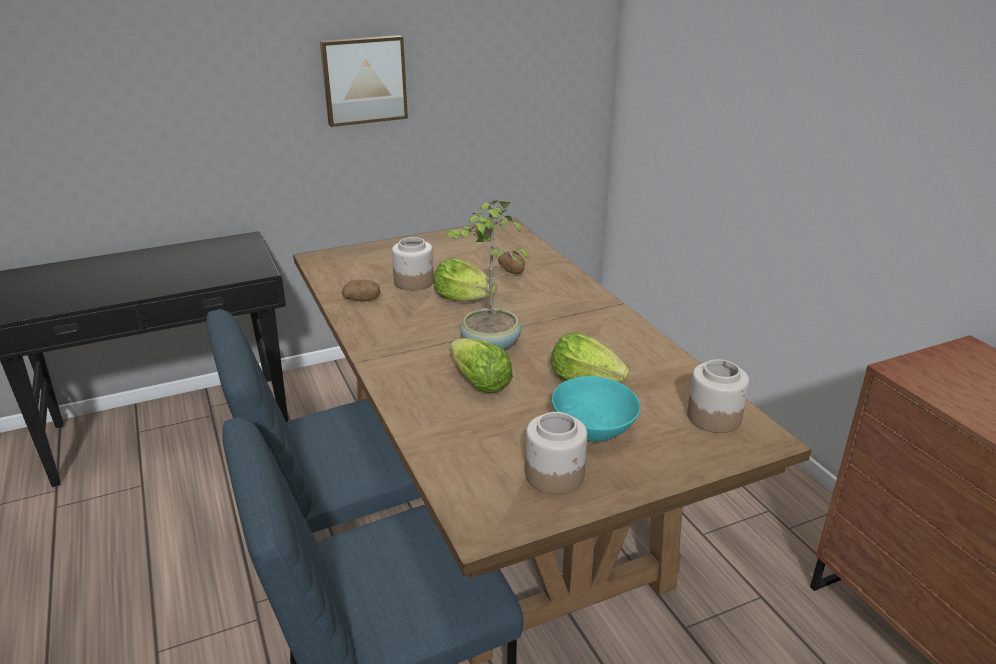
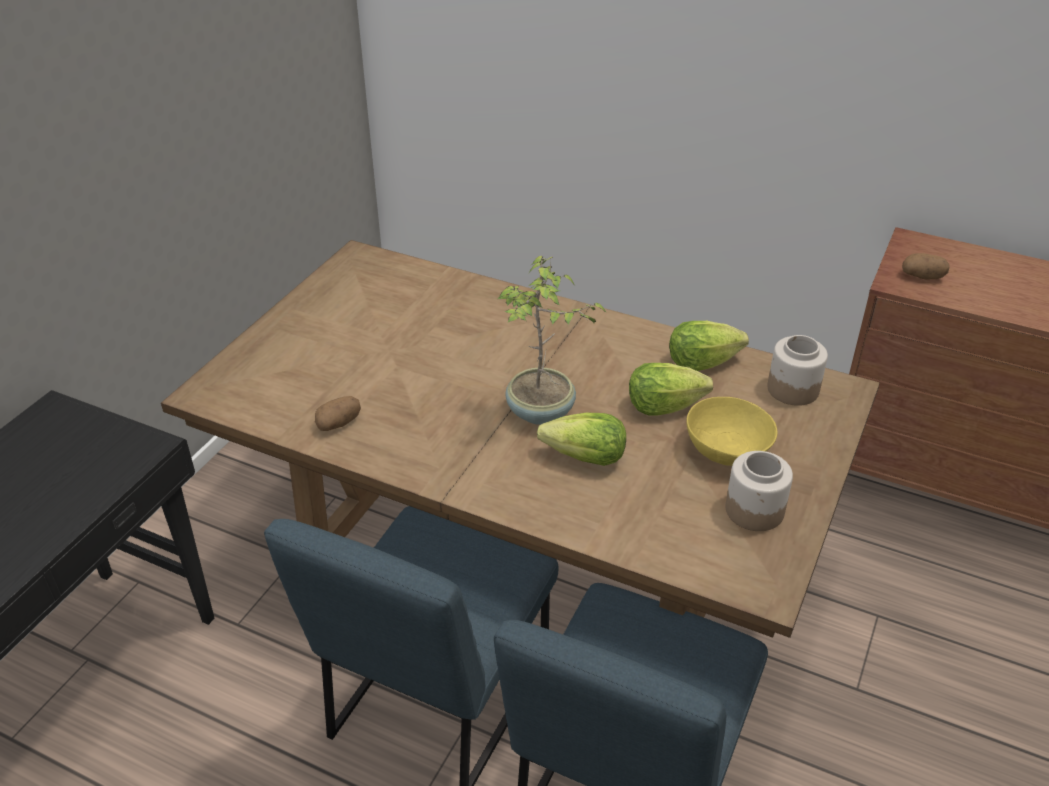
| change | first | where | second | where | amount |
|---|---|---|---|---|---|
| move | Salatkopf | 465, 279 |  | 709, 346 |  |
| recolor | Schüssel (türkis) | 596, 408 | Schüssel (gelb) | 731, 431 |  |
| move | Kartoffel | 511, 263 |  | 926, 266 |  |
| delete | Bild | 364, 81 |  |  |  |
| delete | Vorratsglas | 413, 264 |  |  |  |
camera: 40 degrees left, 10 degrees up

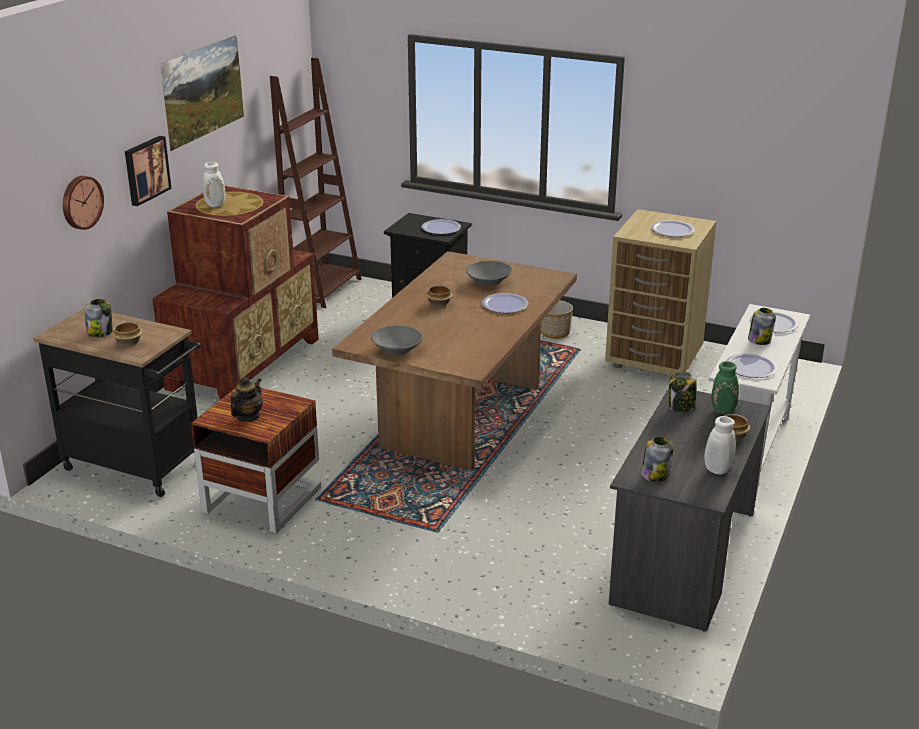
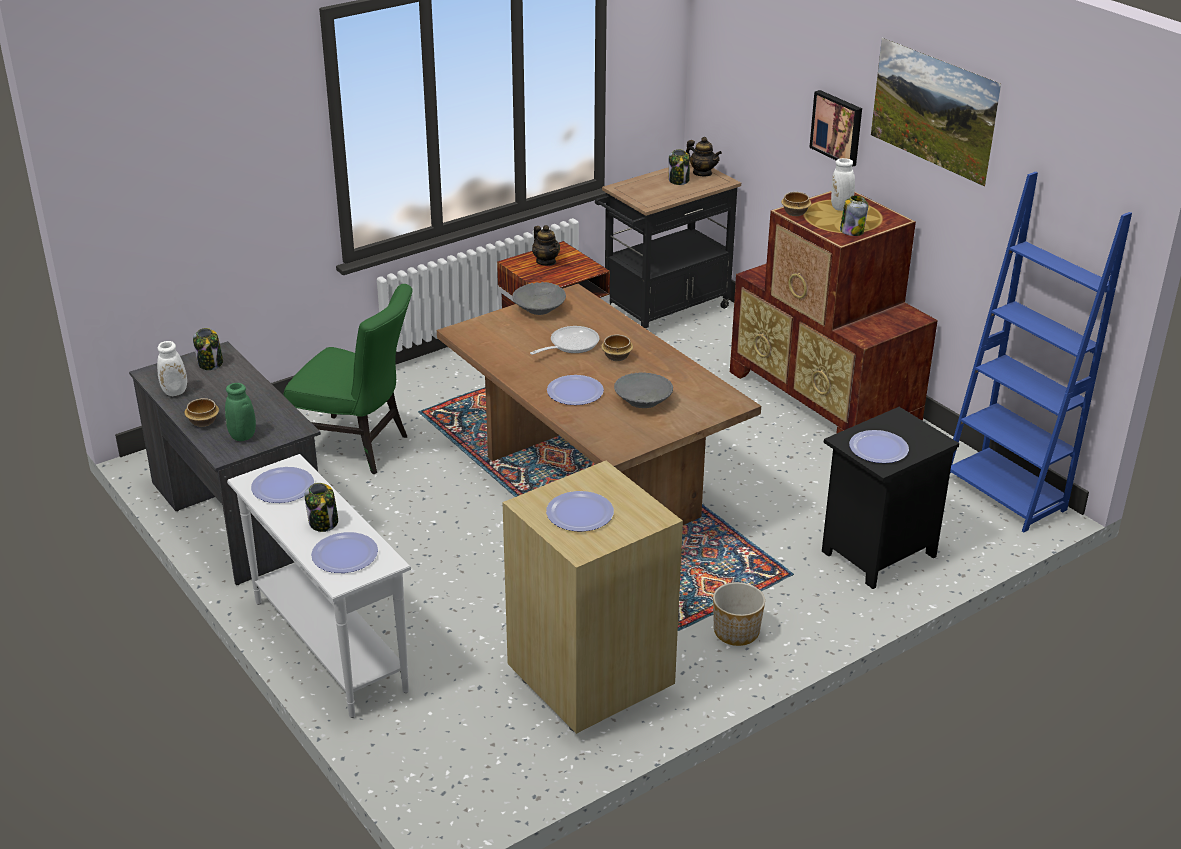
| change | first | where | second | where | amount |
|---|---|---|---|---|---|
| insert |  |  | Stuhl (grün) | 348, 379 |  |
| insert |  |  | Pfanne | 565, 340 |  |
| insert |  |  | Teekanne | 704, 156 |  |
| move | Schüssel | 127, 334 |  | 796, 204 |  |
| move | Vorratsglas | 683, 392 |  | 854, 215 |  |
| recolor | Bücherregal (braun) | 316, 183 | Bücherregal (blau) | 1041, 352 |  |
| delete | Wanduhr | 83, 203 |  |  |  |
camera: 120 degrees right, 5 degrees up

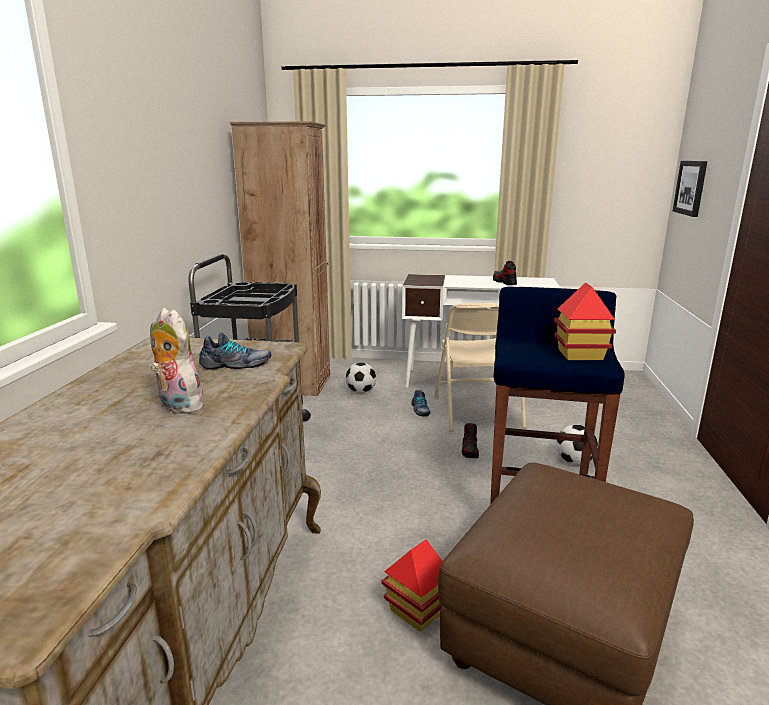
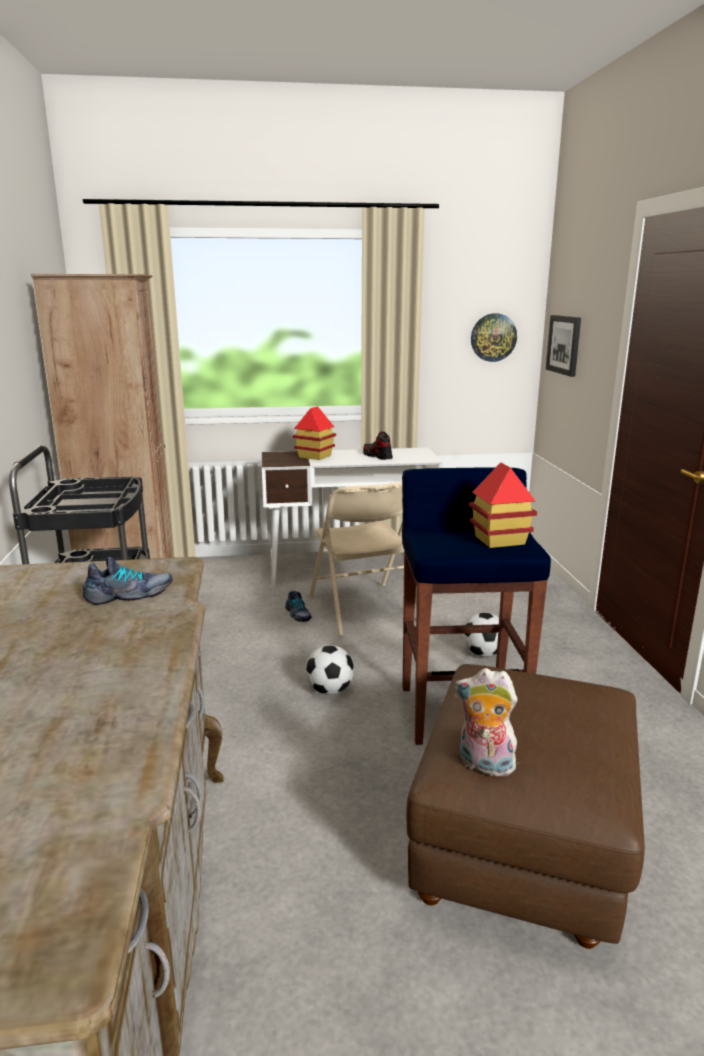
| change | first | where | second | where | amount |
|---|---|---|---|---|---|
| move | Spielzeughaus | 412, 585 |  | 314, 433 |  |
| move | Fußball | 361, 377 |  | 329, 670 |  |
| move | Plüschtier | 178, 361 |  | 486, 723 |  |
| insert |  |  | Wanduhr | 494, 337 |  |
| delete | Schuh | 470, 440 |  |  |  |
camera: 15 degrees left, 0 degrees up

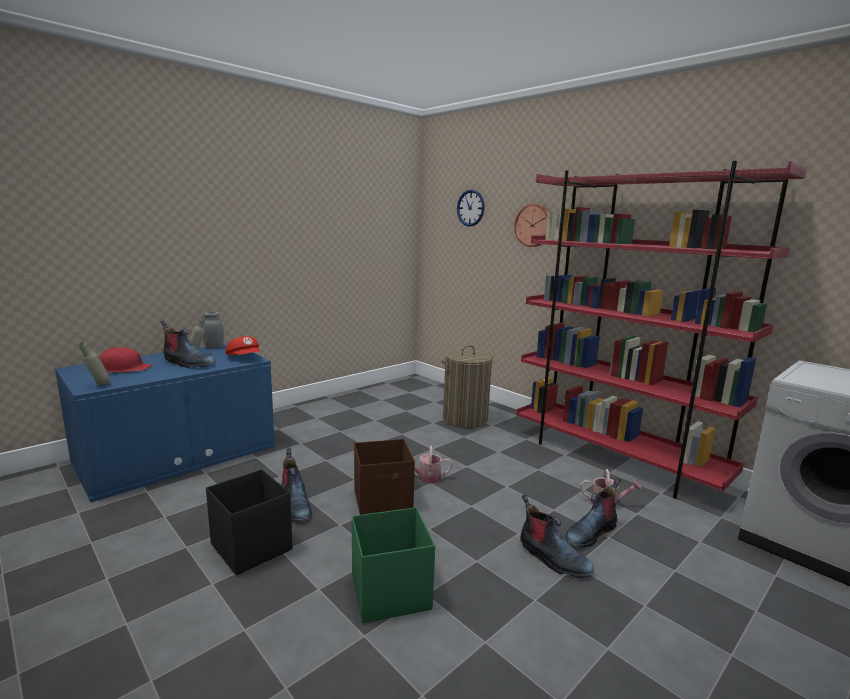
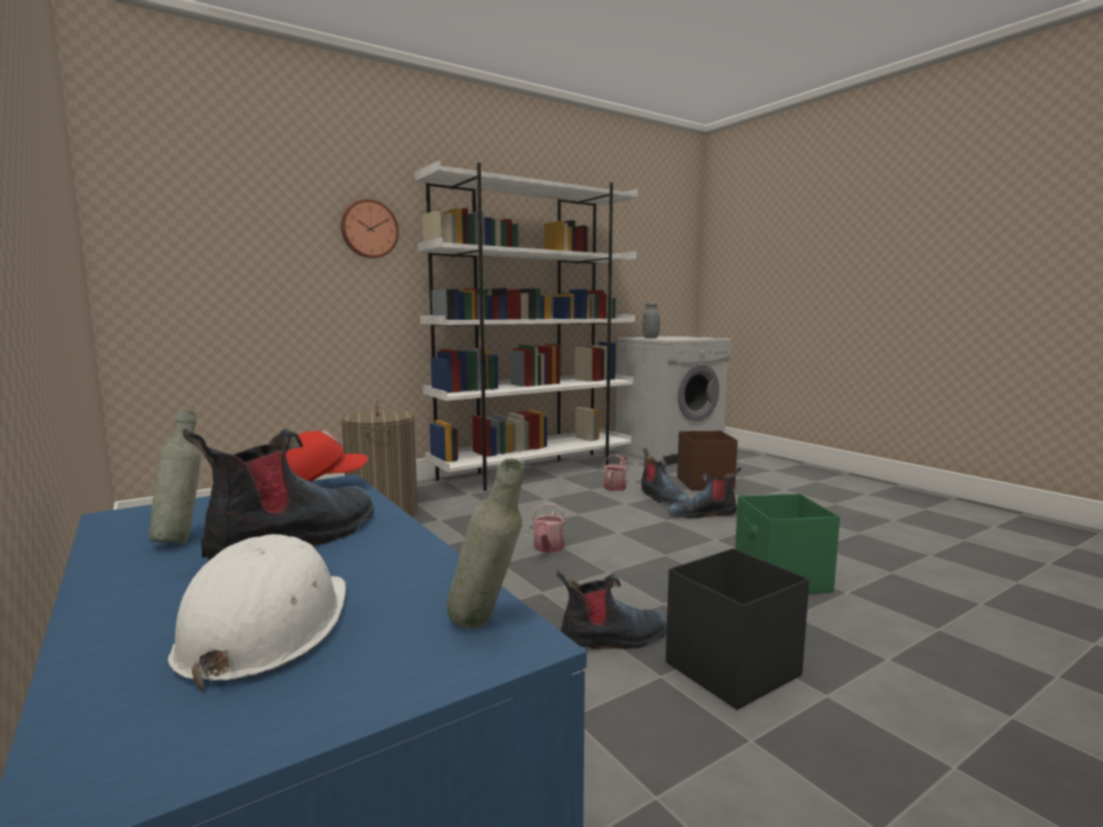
| change | first | where | second | where | amount |
|---|---|---|---|---|---|
| recolor | Schutzhelm (rot) | 125, 360 | Schutzhelm (weiß) | 256, 613 |  |
| recolor | Bücherregal (rot) | 662, 330 | Bücherregal (weiß) | 526, 325 |  |
| move | Vorratsglas (grau) | 213, 330 |  | 651, 320 |  |
| rotate | Stiefel | 557, 536 |  | 704, 492 | 150 degrees counterclockwise |
| move | Aufbewahrungsbox (braun) | 384, 477 |  | 707, 460 |  |
| delete | Wanduhr | 471, 208 |  |  |  |
camera: 80 degrees left, 5 degrees down

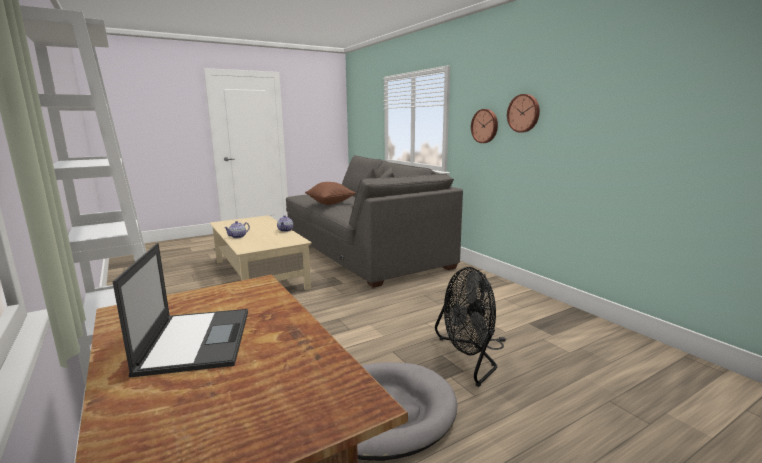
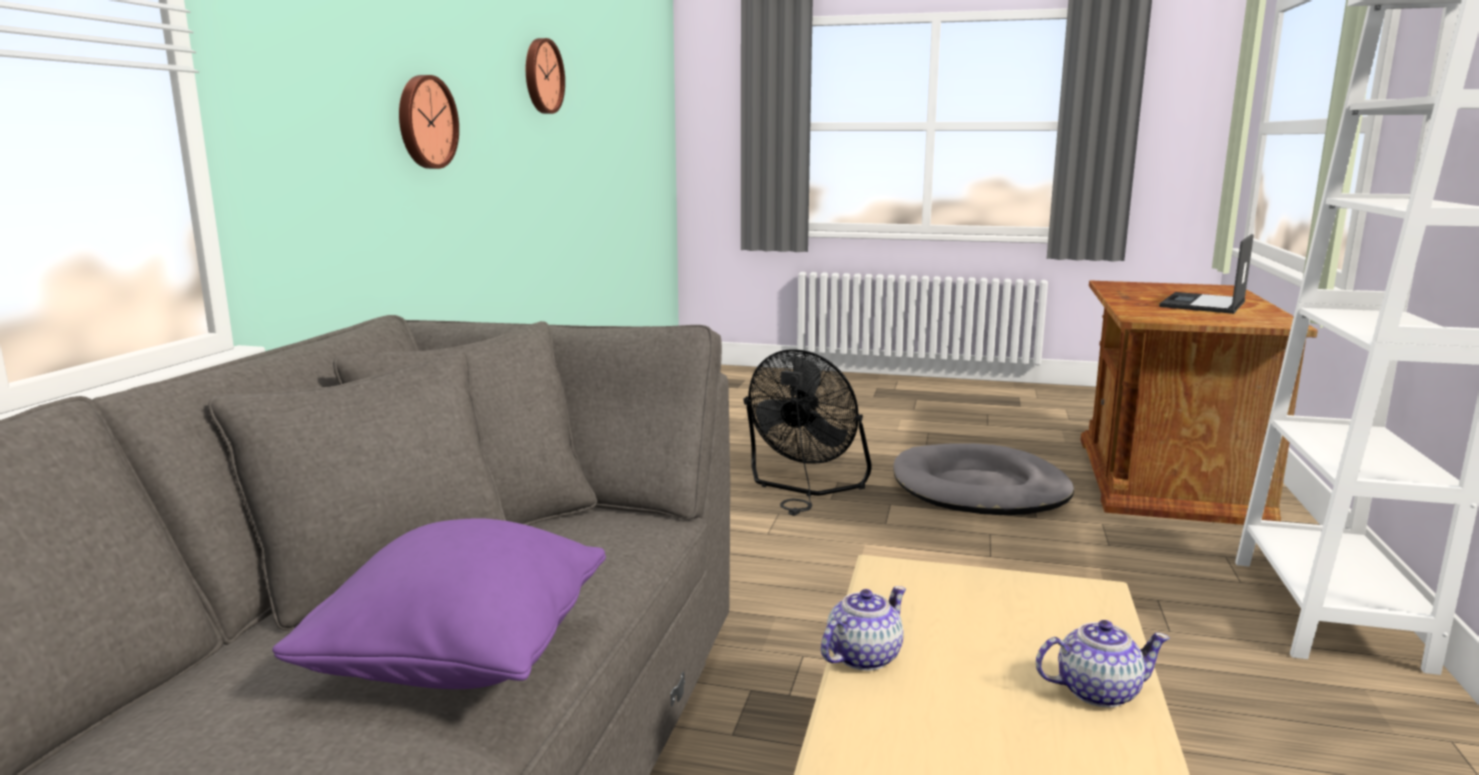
| change | first | where | second | where | amount |
|---|---|---|---|---|---|
| recolor | Kissen (braun) | 330, 193 | Kissen (lila) | 439, 603 |  |
| move | Wanduhr | 484, 126 |  | 545, 76 |  |
| rotate | Ventilator (schwarz) | 470, 327 |  | 807, 432 | 90 degrees counterclockwise |
camera: 135 degrees left, 0 degrees up

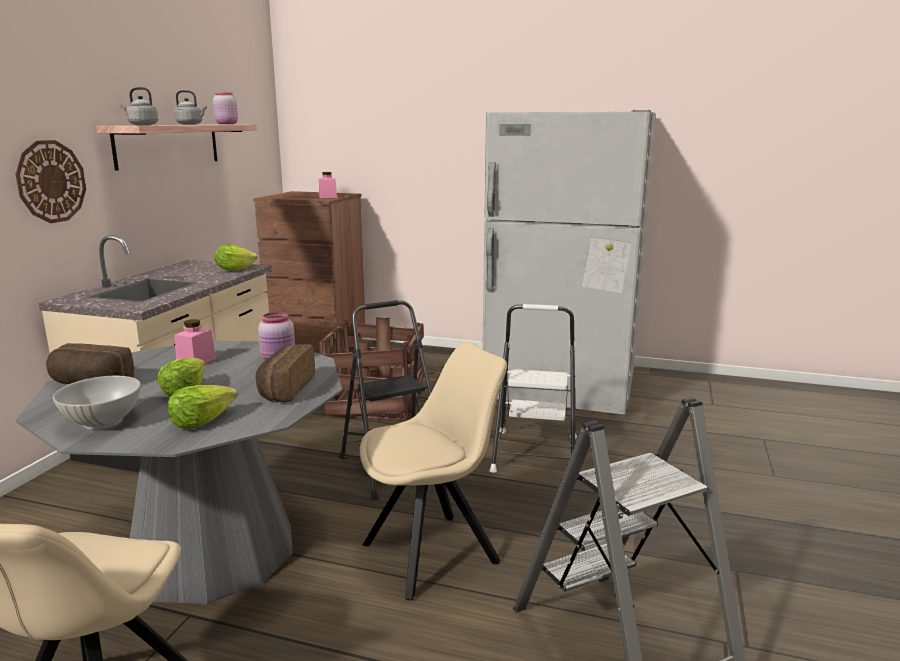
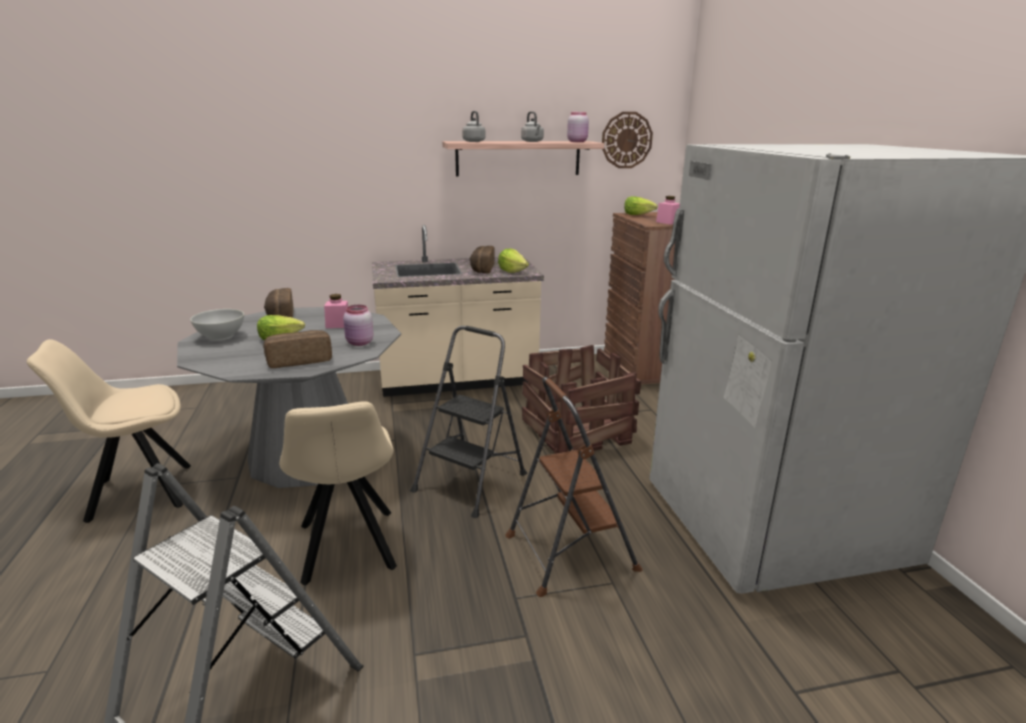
| change | first | where | second | where | amount |
|---|---|---|---|---|---|
| rotate | Stuhl (beige) | 433, 471 |  | 338, 493 | 45 degrees clockwise |
| insert |  |  | Brot | 482, 259 |  |
| recolor | Trittleiter (weiß) | 533, 388 | Trittleiter (braun) | 573, 487 |  |
| move | Wanduhr | 50, 181 |  | 627, 140 |  |
| move | Salatkopf | 203, 407 |  | 641, 205 |  |
camera: 60 degrees right, 5 degrees up

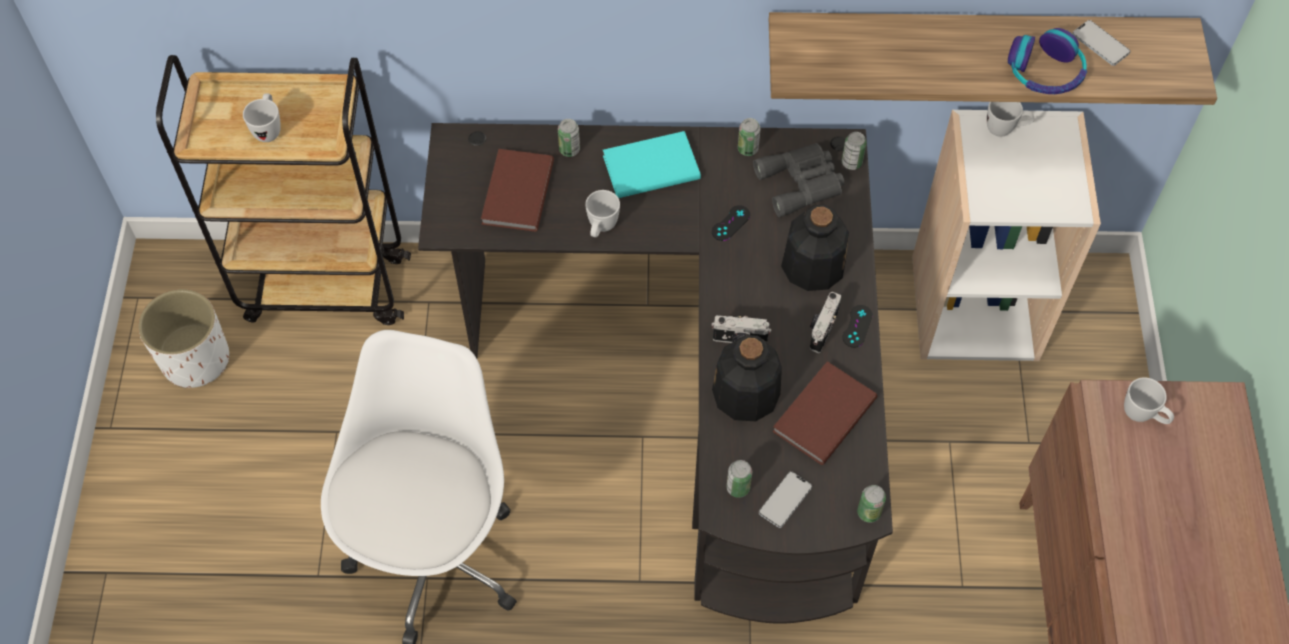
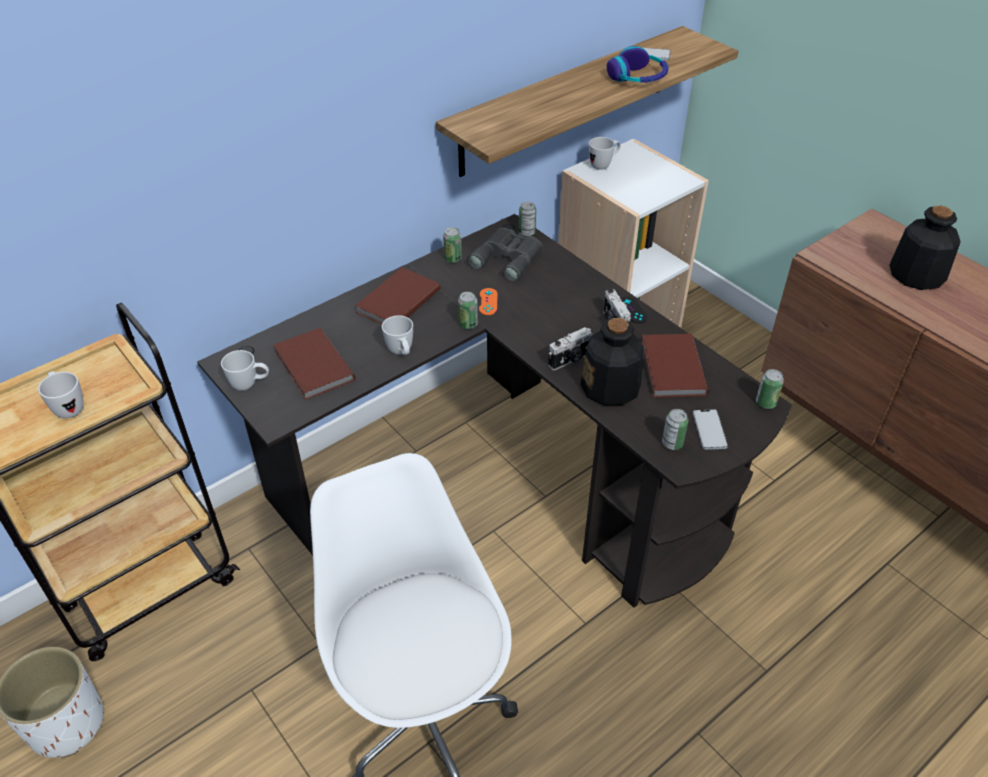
| change | first | where | second | where | amount |
|---|---|---|---|---|---|
| move | Henkelbecher (weiß) | 1149, 400 |  | 245, 370 |  |
| recolor | Buch (türkis) | 652, 164 | Buch (braun) | 398, 296 |  |
| move | Dose | 569, 138 |  | 468, 310 |  |
| recolor | Gamepad (schwarz) | 731, 223 | Gamepad (orange) | 488, 301 |  |
| move | Flasche | 815, 248 |  | 925, 248 |  |
camera: 40 degrees left, 15 degrees down

